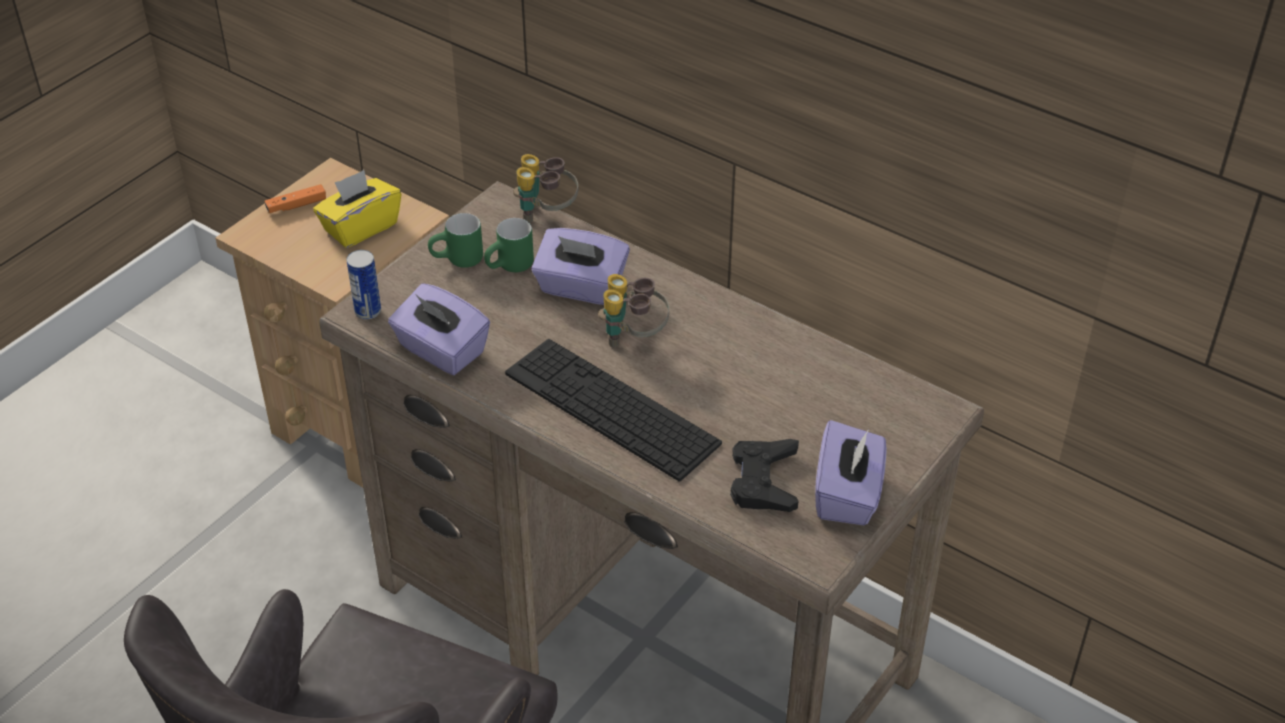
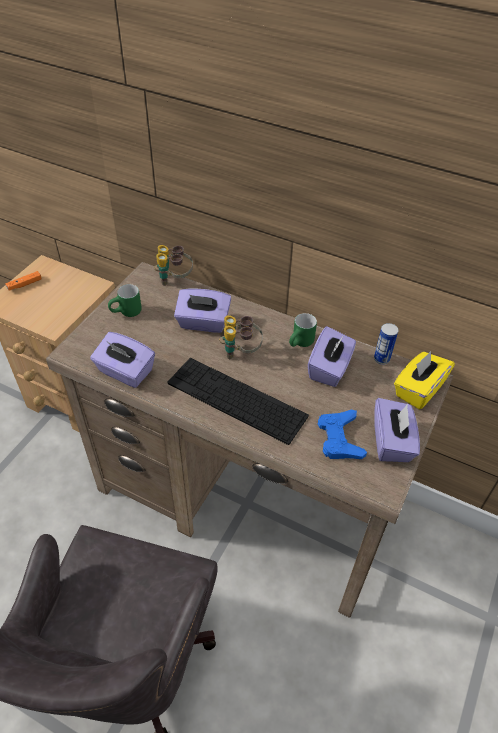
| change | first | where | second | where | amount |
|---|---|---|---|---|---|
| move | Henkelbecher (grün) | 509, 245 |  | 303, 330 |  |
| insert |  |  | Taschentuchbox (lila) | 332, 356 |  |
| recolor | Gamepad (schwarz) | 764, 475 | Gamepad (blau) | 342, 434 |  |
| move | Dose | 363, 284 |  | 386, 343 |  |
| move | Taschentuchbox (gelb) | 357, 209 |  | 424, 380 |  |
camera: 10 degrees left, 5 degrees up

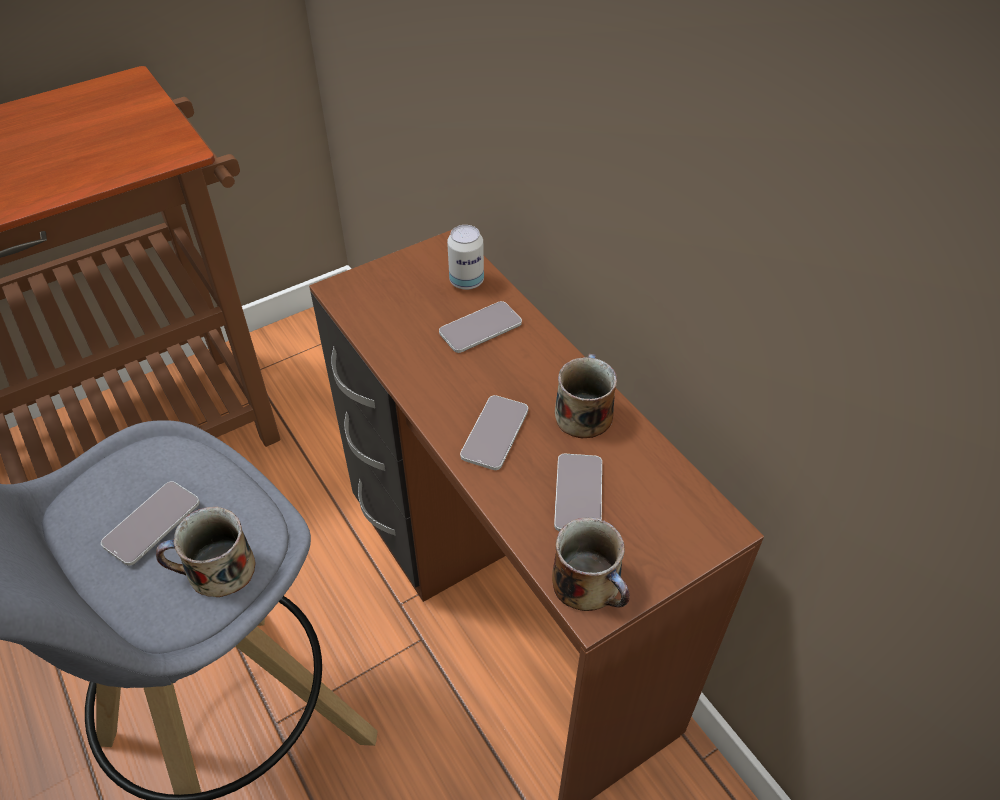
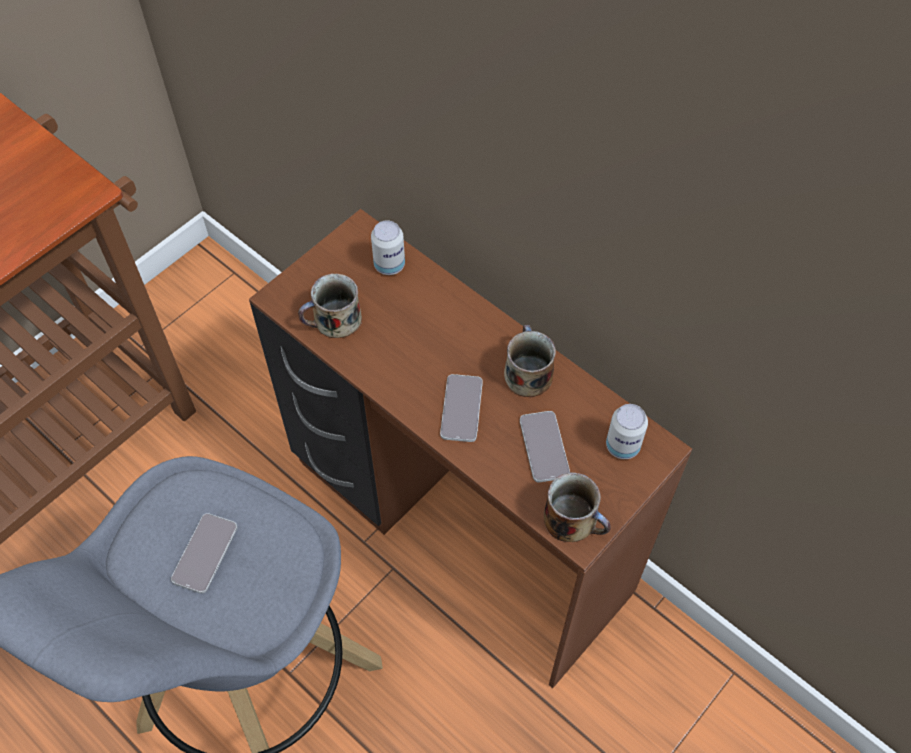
| change | first | where | second | where | amount |
|---|---|---|---|---|---|
| move | Henkelbecher | 205, 552 |  | 330, 305 |  |
| insert |  |  | Dose | 627, 431 |  |
| delete | Handy | 480, 327 |  |  |  |
camera: 15 degrees left, 10 degrees up

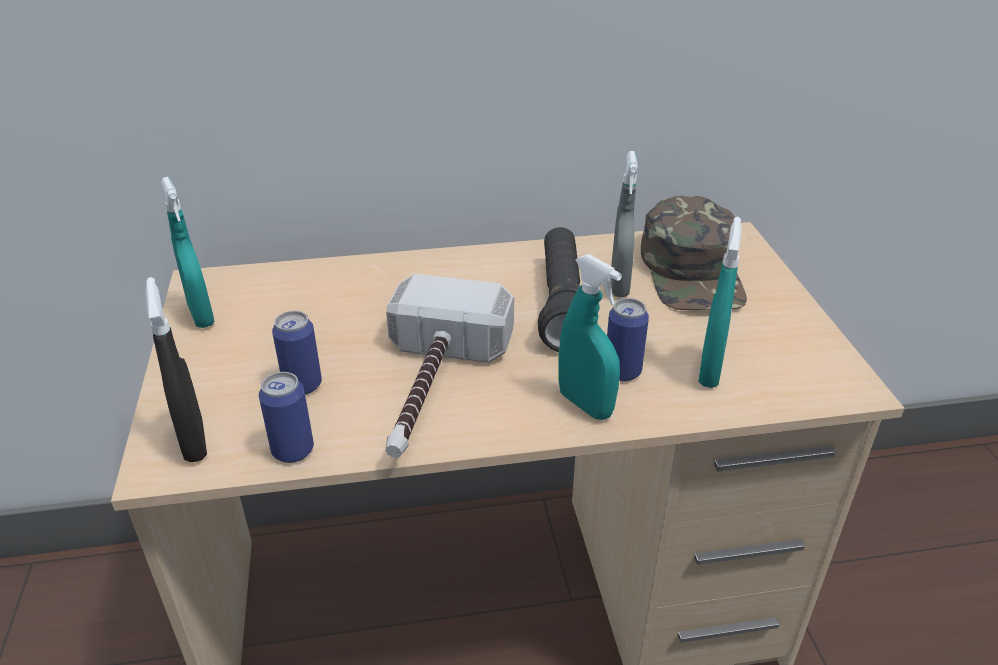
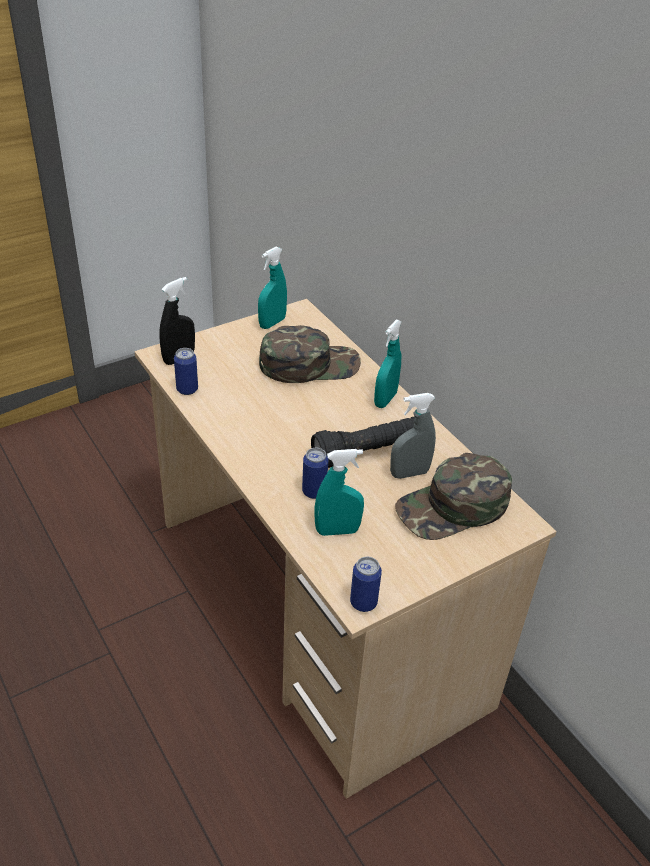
| change | first | where | second | where | amount |
|---|---|---|---|---|---|
| insert |  |  | Kappe (grün) | 310, 354 |  |
| move | Dose | 297, 353 |  | 366, 584 |  |
| move | Sprühflasche (türkis) | 590, 337 |  | 388, 364 |  |
| delete | Hammer | 450, 366 |  |  |  |
camera: 65 degrees right, 5 degrees up

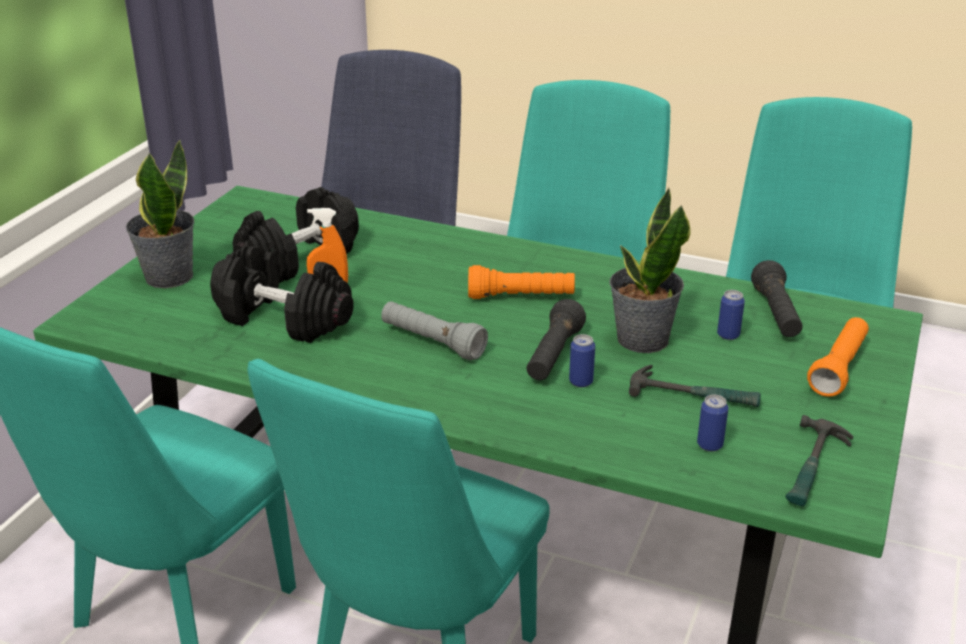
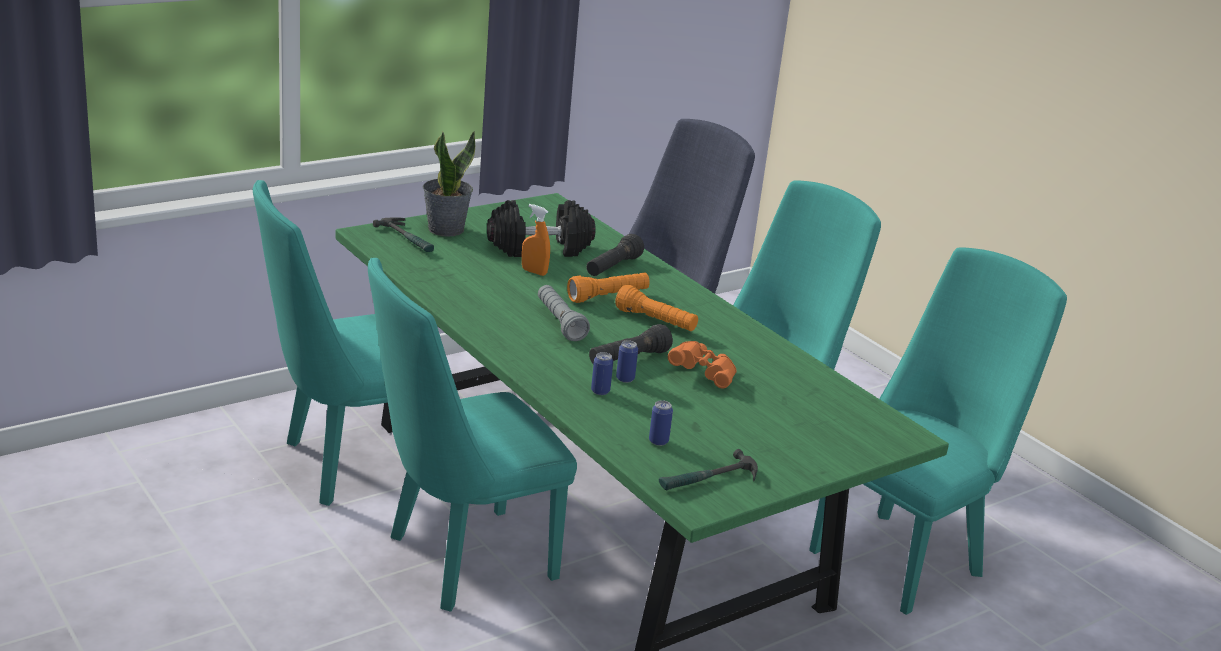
| change | first | where | second | where | amount |
|---|---|---|---|---|---|
| move | Hammer | 695, 386 |  | 403, 235 |  |
| move | Taschenlampe (orange) | 838, 357 |  | 608, 288 |  |
| move | Taschenlampe (schwarz) | 777, 298 |  | 615, 255 |  |
| move | Dose | 731, 315 |  | 602, 373 |  |
| replace | Topfpflanze | 650, 270 | Fernglas (orange) | 702, 365 |  |
| delete | Hantel (schwarz) | 282, 294 |  |  |  |
camera: 30 degrees right, 5 degrees down

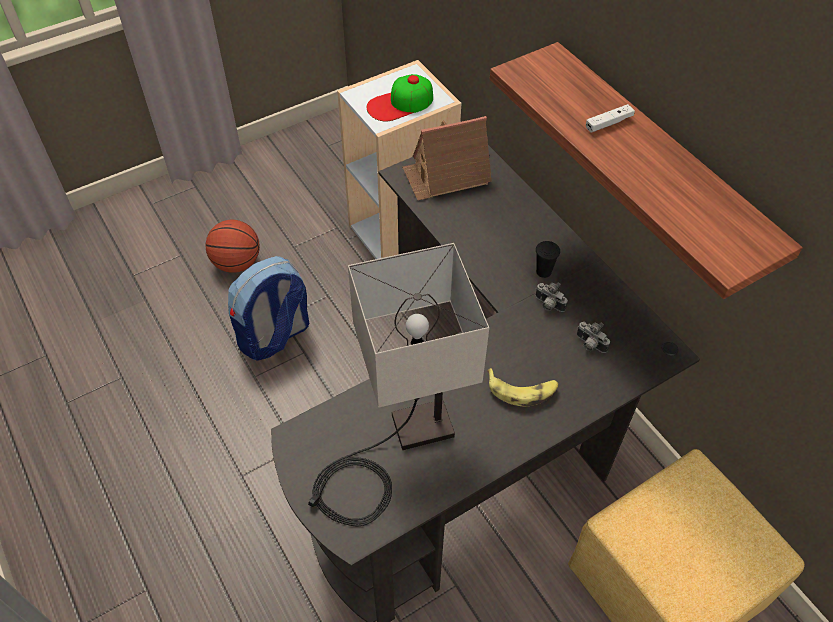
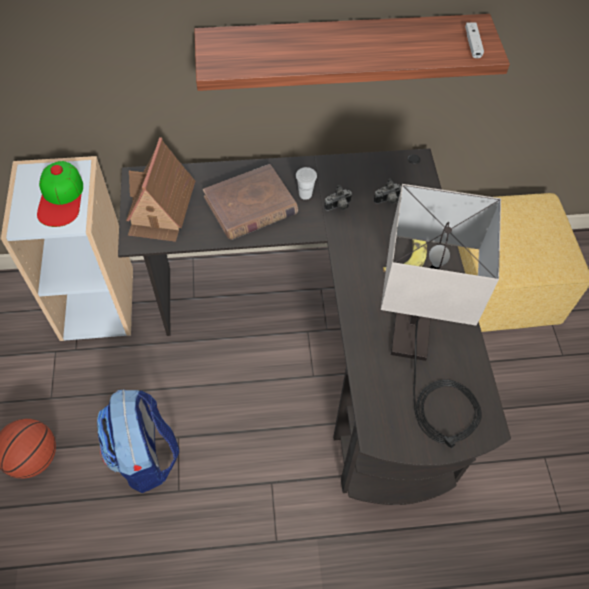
| change | first | where | second | where | amount |
|---|---|---|---|---|---|
| insert |  |  | Buch (braun) | 250, 202 |  |
| recolor | Tasse (schwarz) | 548, 259 | Tasse (weiß) | 306, 183 |  |
| move | Gamepad (weiß) | 610, 118 |  | 474, 40 |  |
camera: 65 degrees left, 5 degrees up

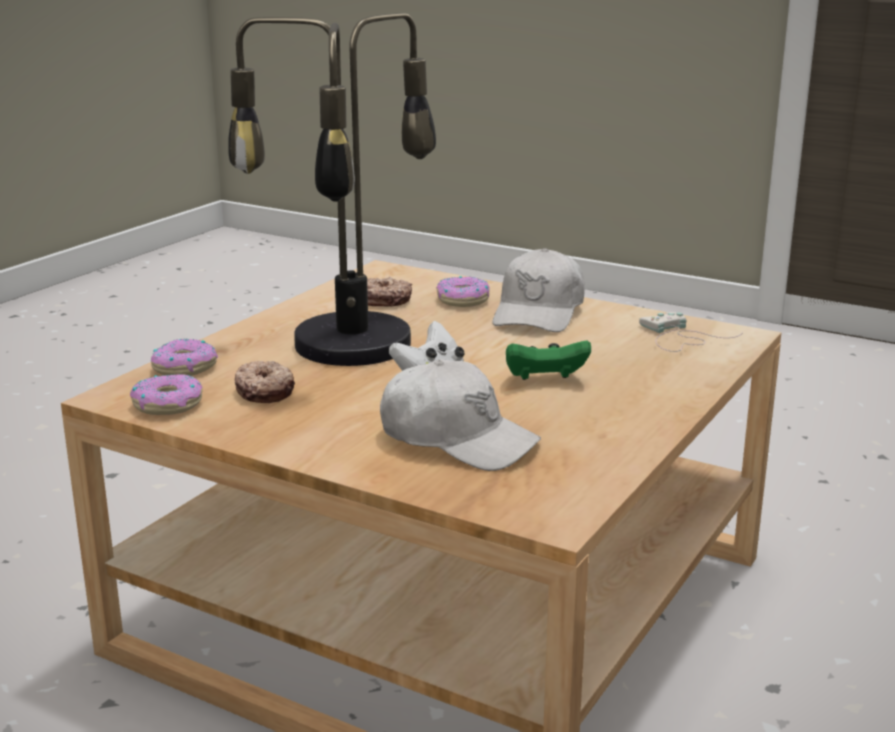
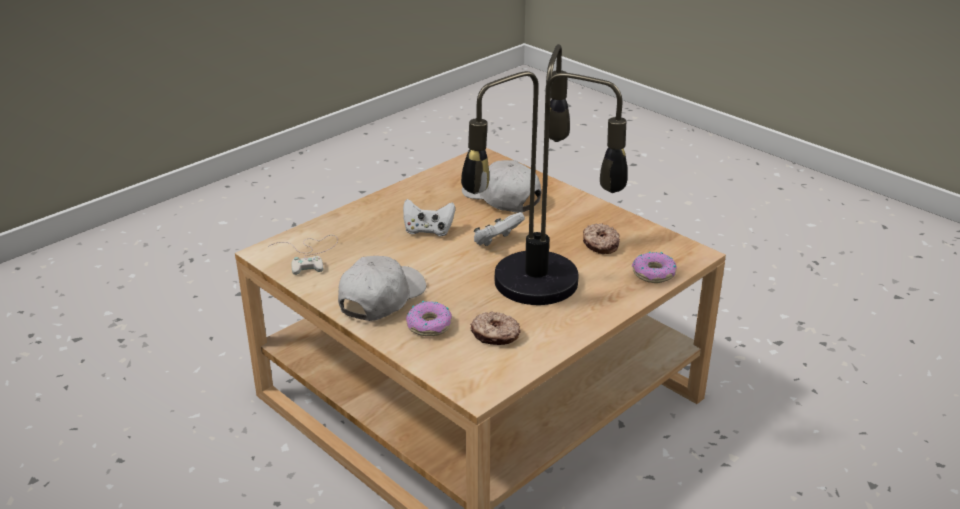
| change | first | where | second | where | amount |
|---|---|---|---|---|---|
| recolor | Gamepad (grün) | 548, 360 | Gamepad (weiß) | 429, 218 |  |
| delete | Donut | 166, 394 |  |  |  |
camera: 165 degrees left, 10 degrees up

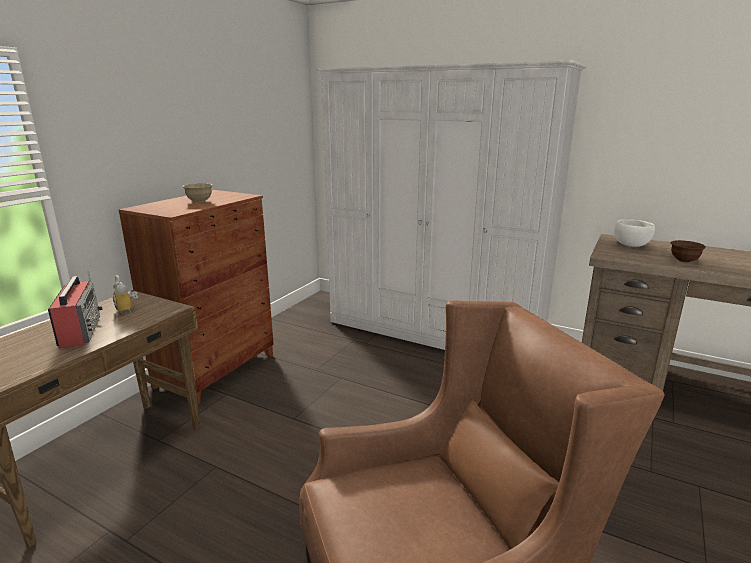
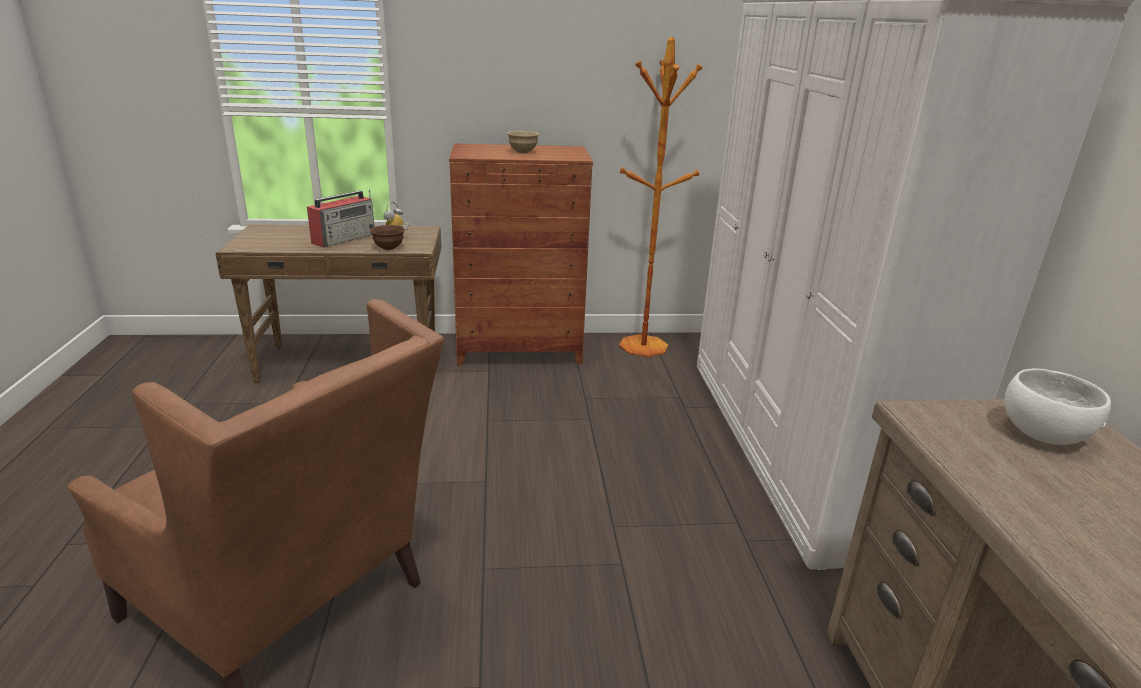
| change | first | where | second | where | amount |
|---|---|---|---|---|---|
| move | Schüssel (braun) | 688, 251 |  | 387, 237 |  |
| insert |  |  | Kleiderständer (orange) | 660, 197 |  |
camera: 55 degrees right, 5 degrees up

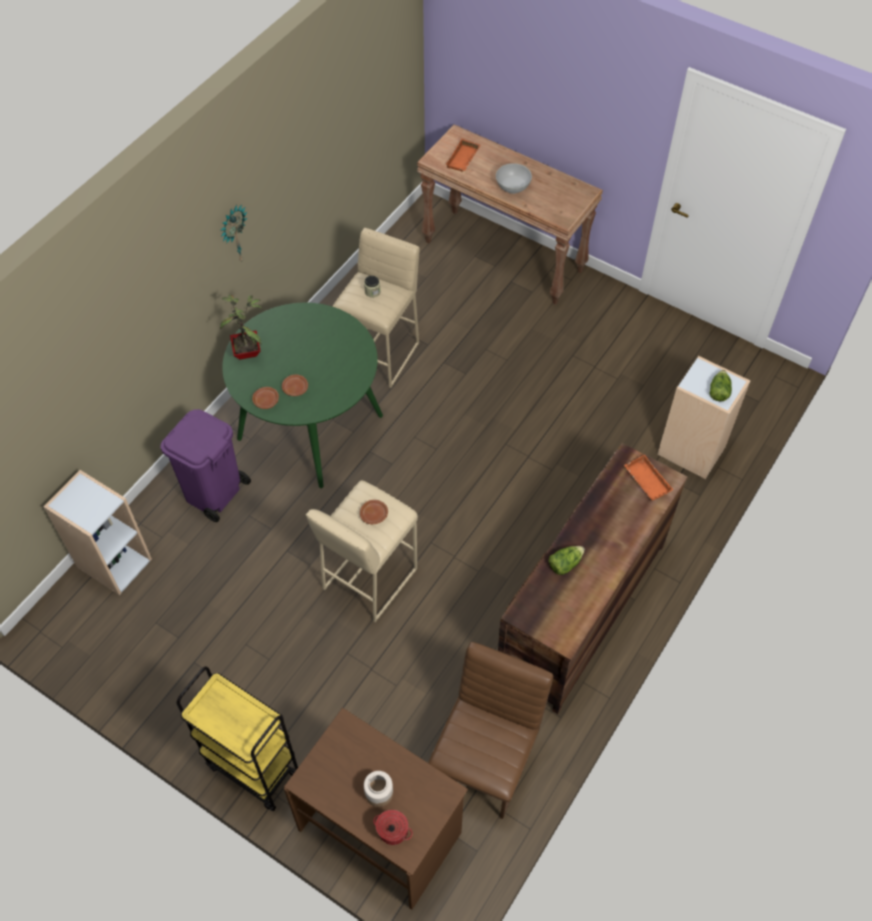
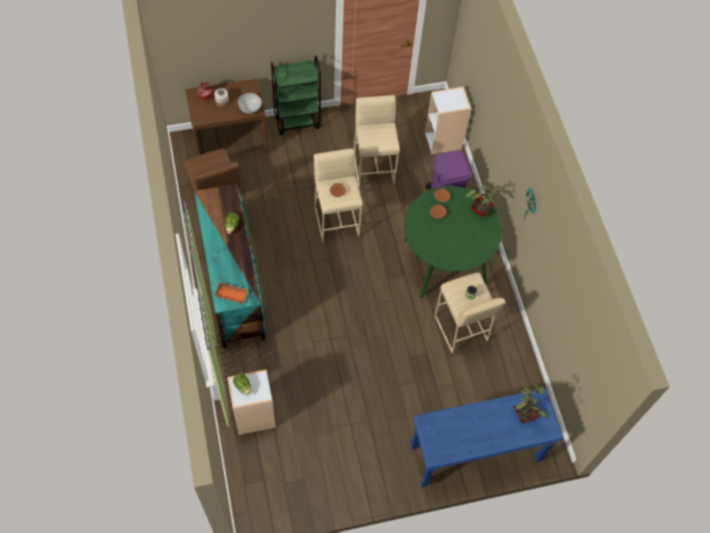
| change | first | where | second | where | amount |
|---|---|---|---|---|---|
| recolor | Schrank (braun) | 593, 578 | Schrank (türkis) | 230, 266 |  |
| move | Schüssel (weiß) | 514, 178 |  | 250, 103 |  |
| recolor | Rollwagen (gelb) | 237, 738 | Rollwagen (grün) | 296, 95 |  |
| insert |  |  | Hocker (beige) | 377, 141 |  |
| recolor | Konsolentisch (braun) | 510, 214 | Konsolentisch (blau) | 486, 437 |  |
| replace | Tablett (orange) | 463, 155 | Topfpflanze | 530, 403 |  |
camera: 130 degrees right, 5 degrees up

